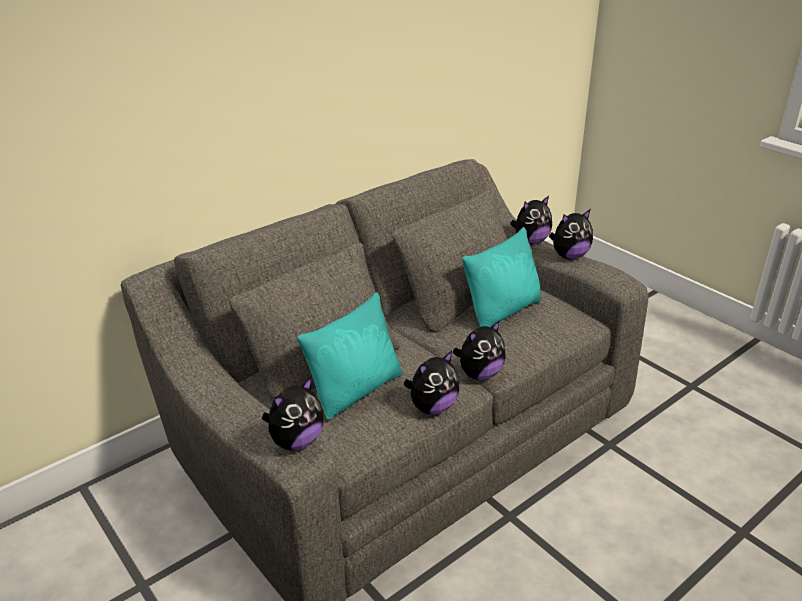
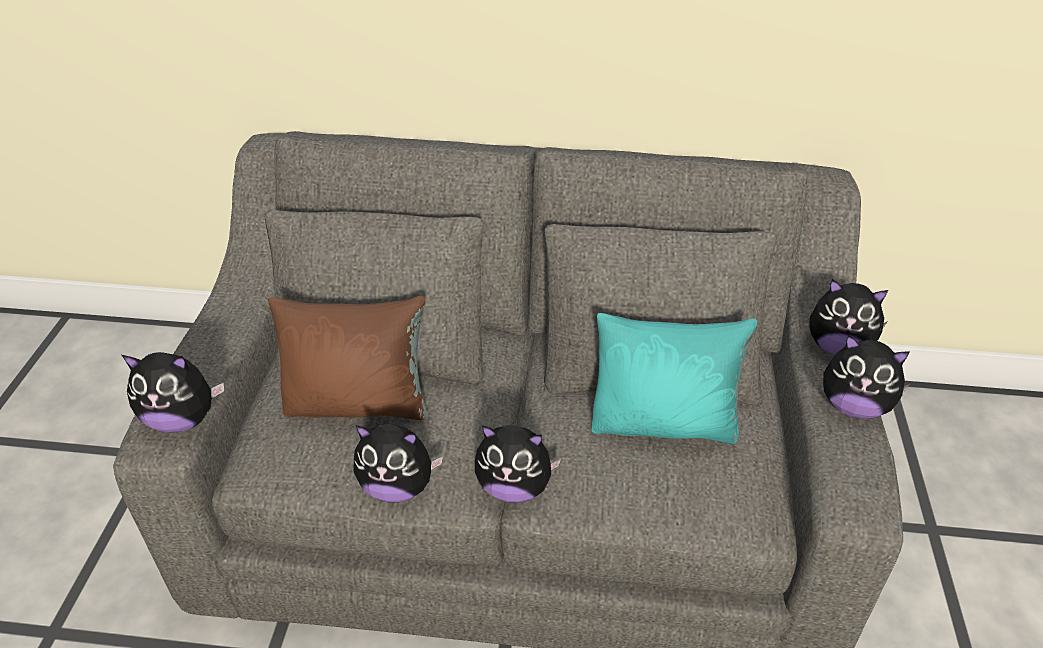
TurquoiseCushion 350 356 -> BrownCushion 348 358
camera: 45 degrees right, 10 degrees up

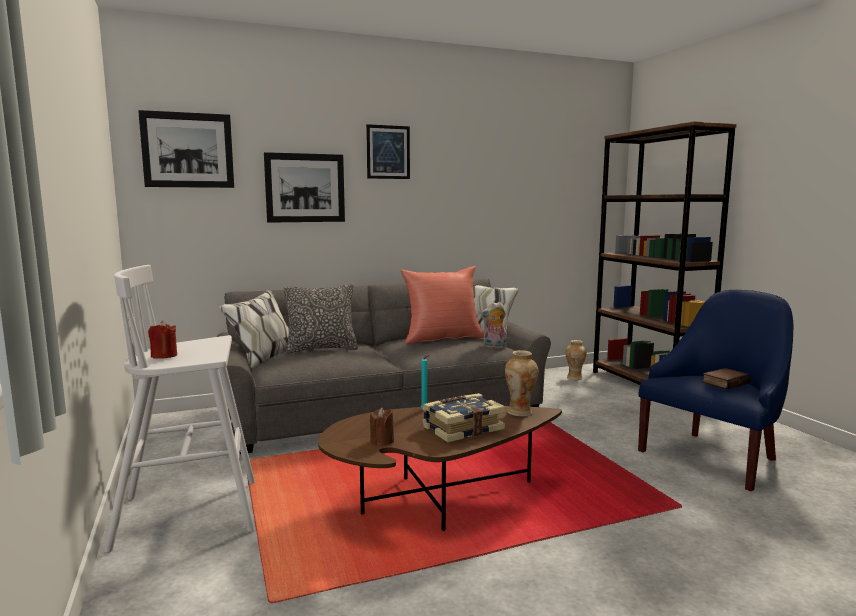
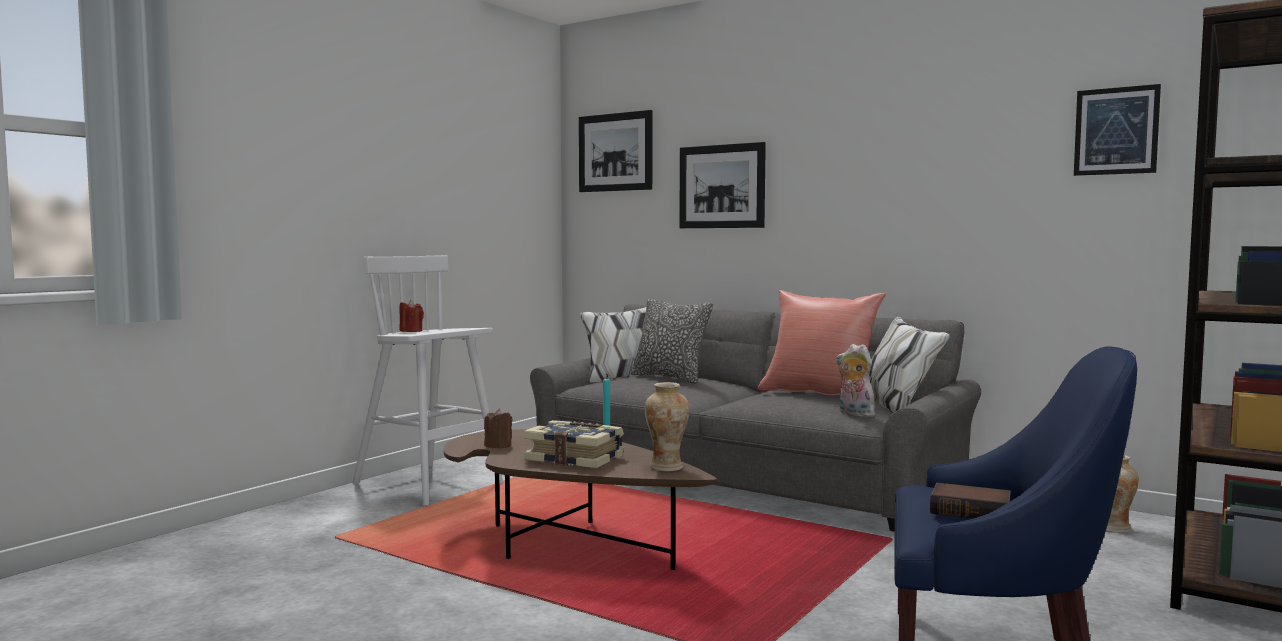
WallArt 388 151 -> WallArt 1117 130, relocated
camera: 55 degrees right, 5 degrees down

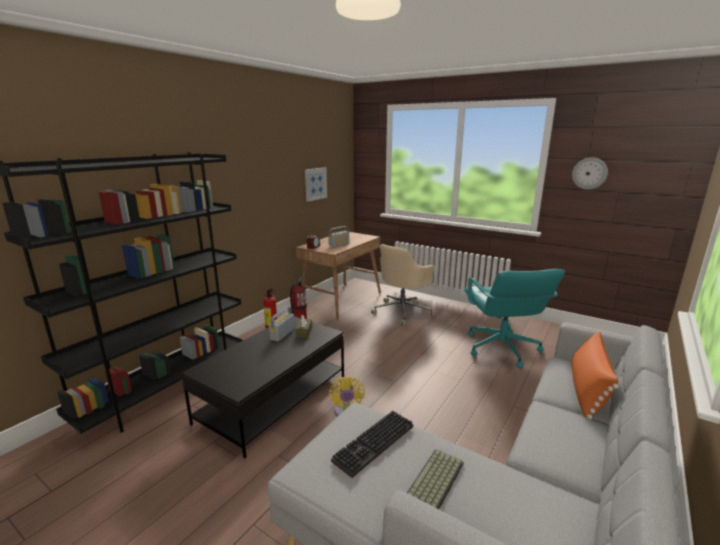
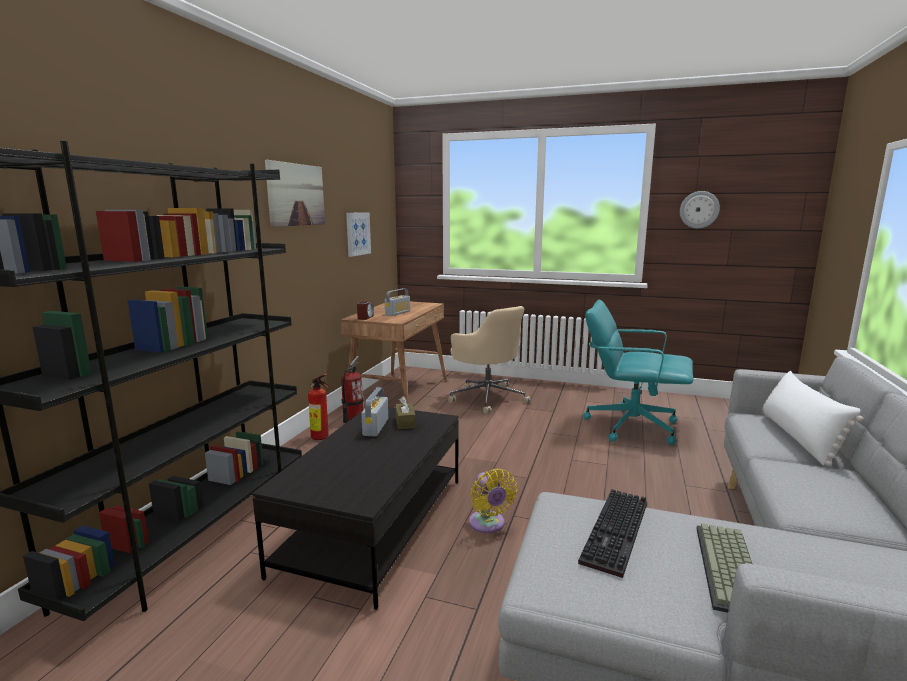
BeigeColouredDeskChair 403 285 -> BeigeColouredDeskChair 489 360, 60 degrees counterclockwise
TurquoiseDeskChair 514 318 -> TurquoiseDeskChair 638 372, 135 degrees clockwise
OrangeColouredCushion 595 375 -> WhitishCushion 813 419
none -> WallArt 295 193
camera: 15 degrees left, 5 degrees down

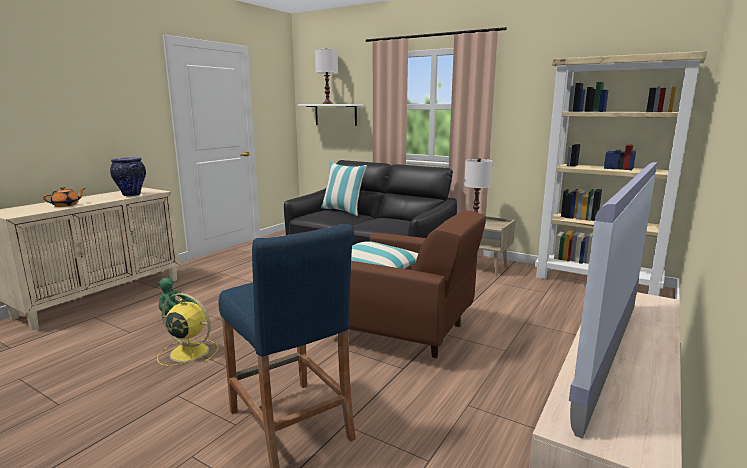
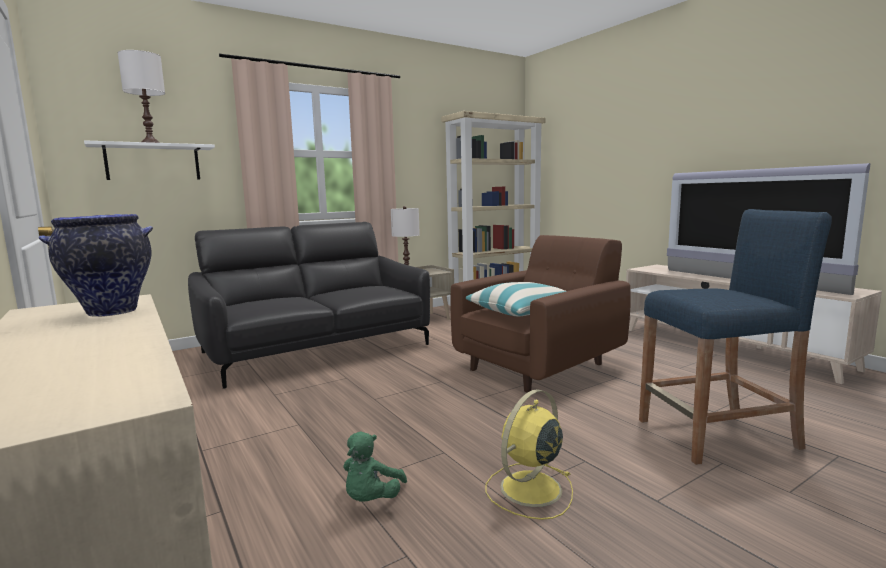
Cushion 344 189 -> none
OrangeColouredPotForTea 64 197 -> none
camera: 65 degrees left, 5 degrees down

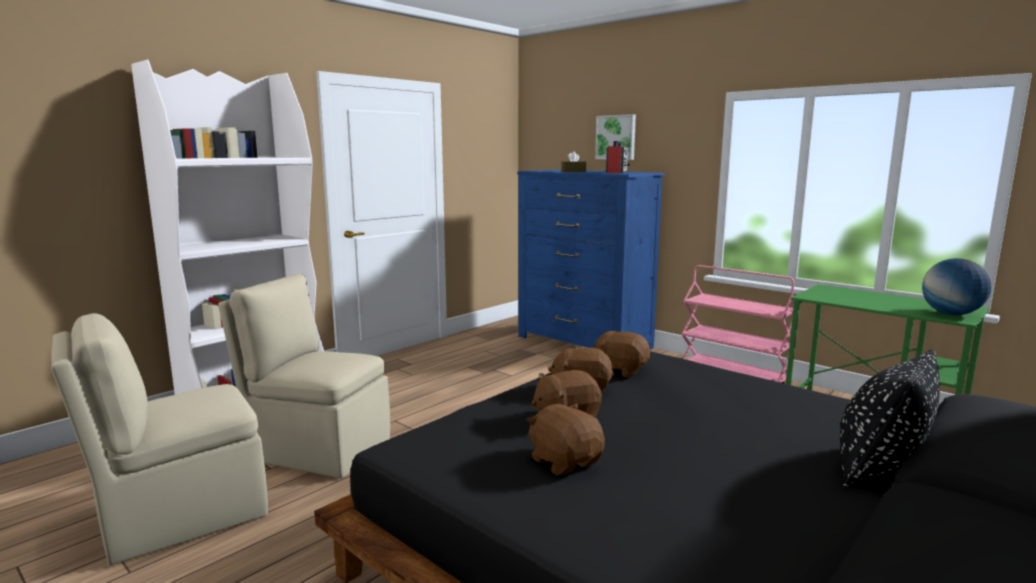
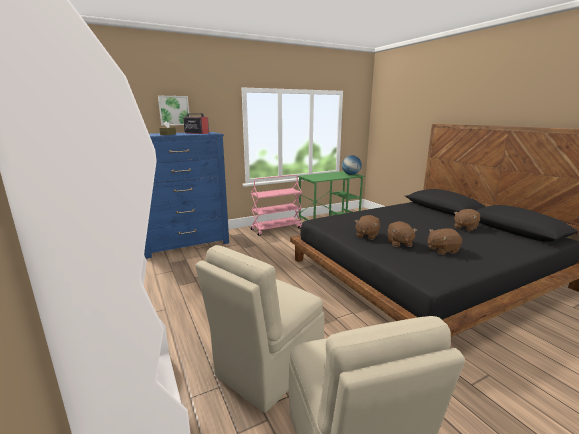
BrownSoftToy 621 353 -> BrownSoftToy 467 220, relocated
BlackColouredCushion 890 418 -> none
camera: 70 degrees left, 5 degrees up

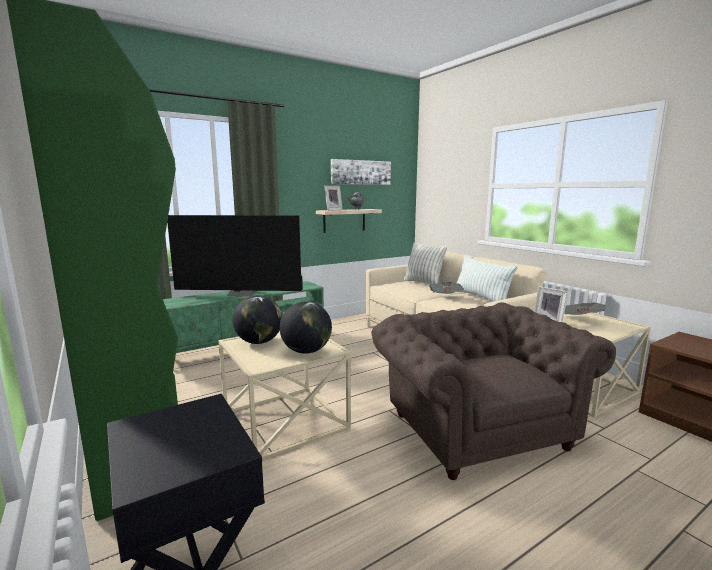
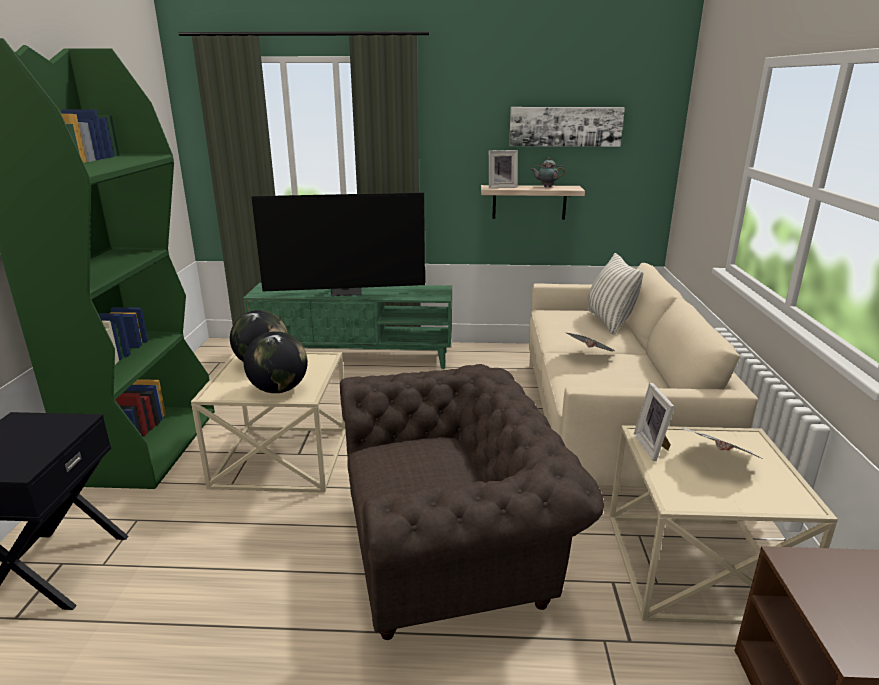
Tv 235 256 -> Tv 338 244, 45 degrees counterclockwise
Cushion 487 279 -> none
BrownArmchair 493 391 -> BrownArmchair 472 502, 60 degrees clockwise
camera: 35 degrees right, 10 degrees up

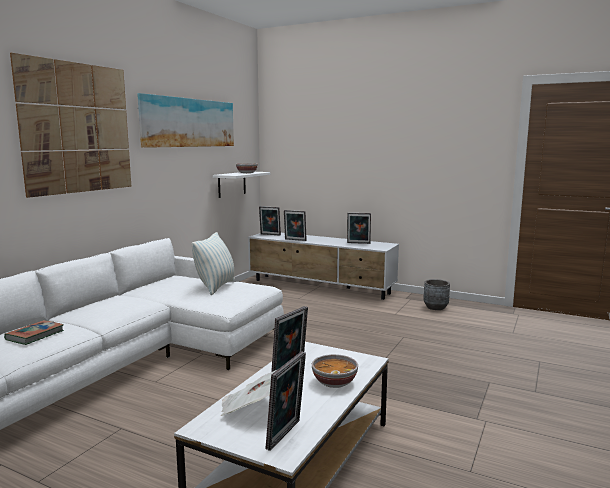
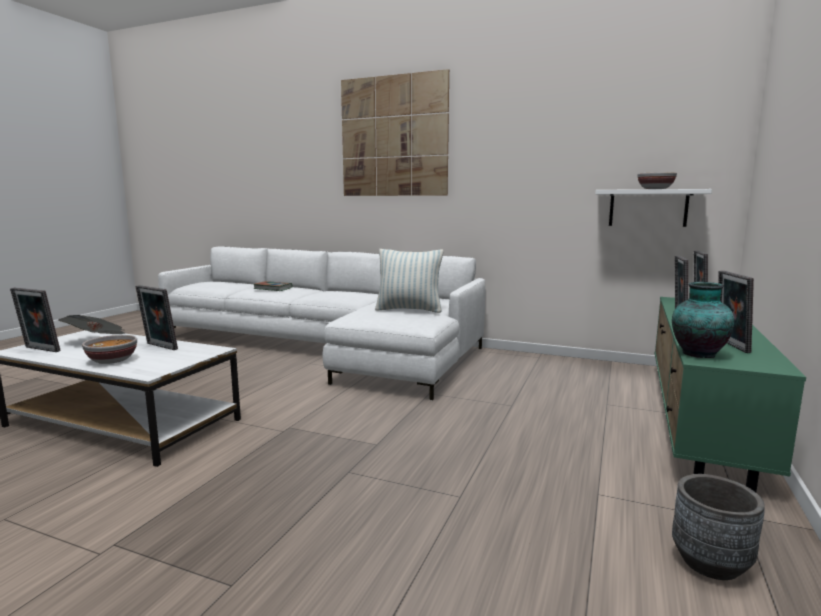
WallArt 185 120 -> none
WhitishMediaConsole 323 266 -> GreenMediaConsole 730 394
none -> FlowerVase 703 320
camera: 85 degrees right, 0 degrees up

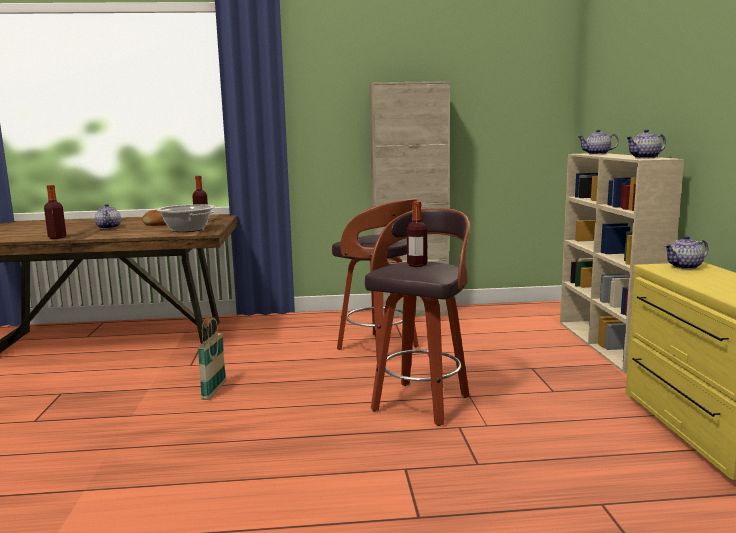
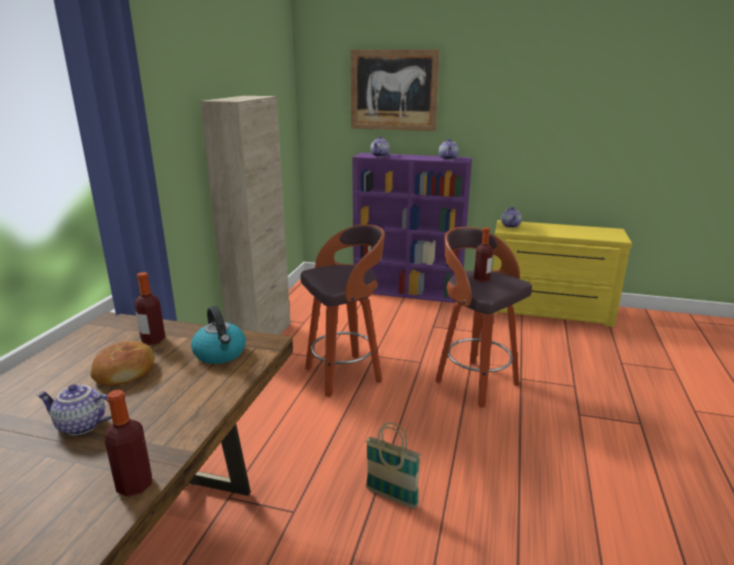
BeigeColouredShelvingUnit 622 263 -> PurplishShelvingUnit 412 228
Stockpot 185 218 -> TeaKettle 218 335
none -> WallArt 395 90
camera: 70 degrees left, 10 degrees up

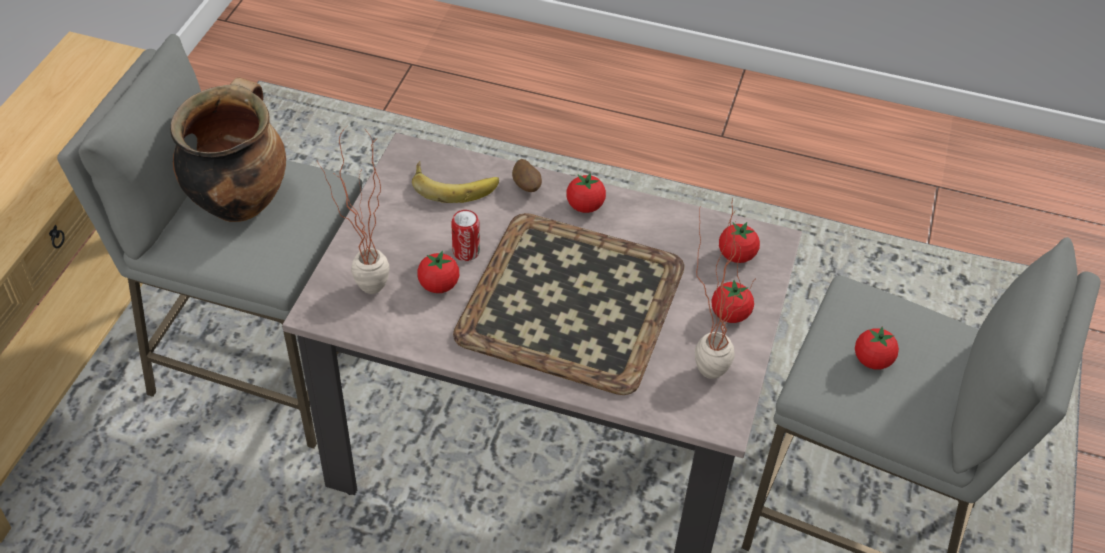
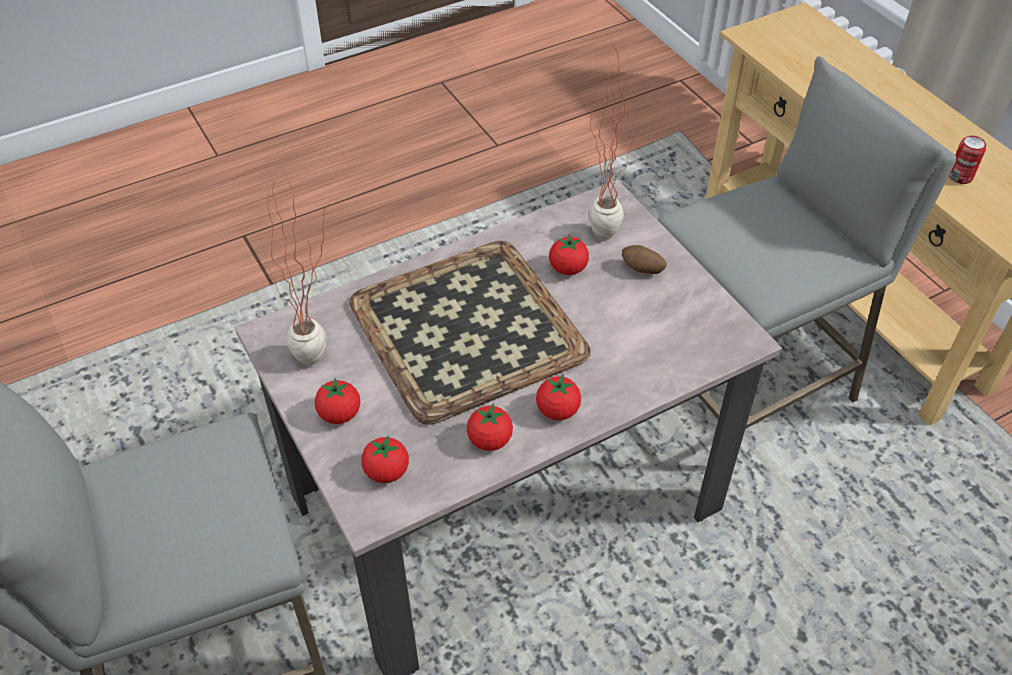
Stockpot 228 150 -> none
Potato 527 175 -> Potato 644 259, relocated
WholeBanana 455 182 -> none
MetalCan 465 235 -> MetalCan 967 160, relocated
FreshTomato 877 348 -> FreshTomato 490 427, relocated
camera: 135 degrees right, 0 degrees up

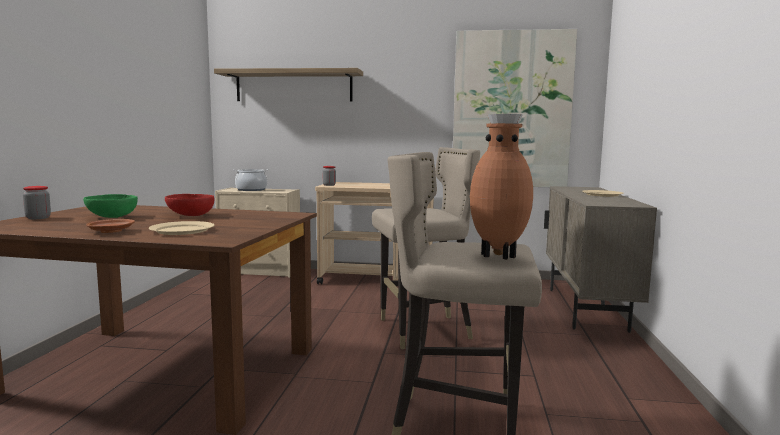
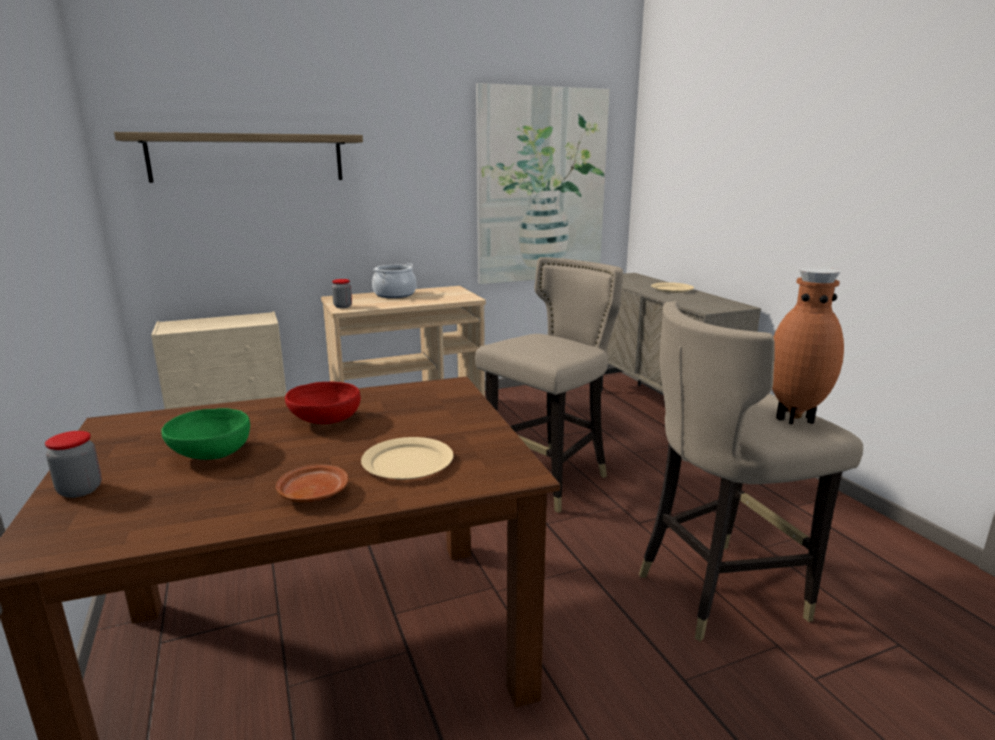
Stockpot 251 180 -> Stockpot 394 280, relocated
camera: 30 degrees left, 10 degrees up

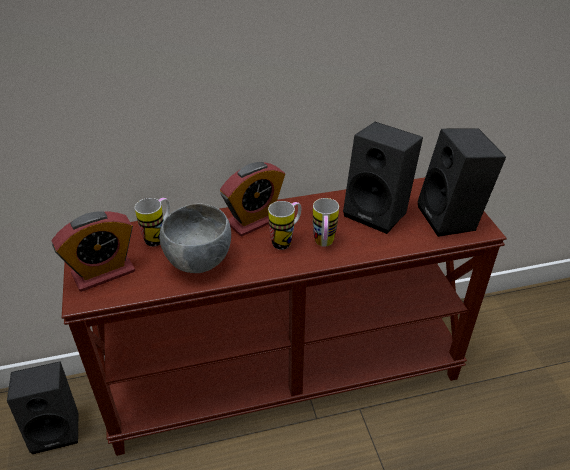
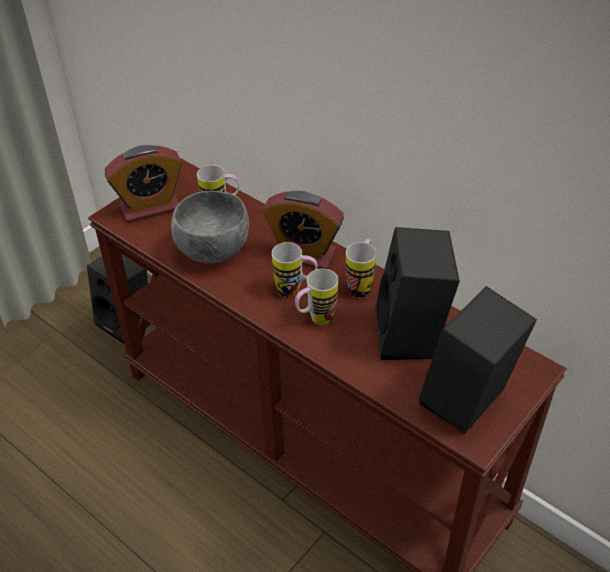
TableClock 93 251 -> TableClock 143 184, 45 degrees counterclockwise
none -> Mug 361 268
camera: 55 degrees right, 5 degrees up

